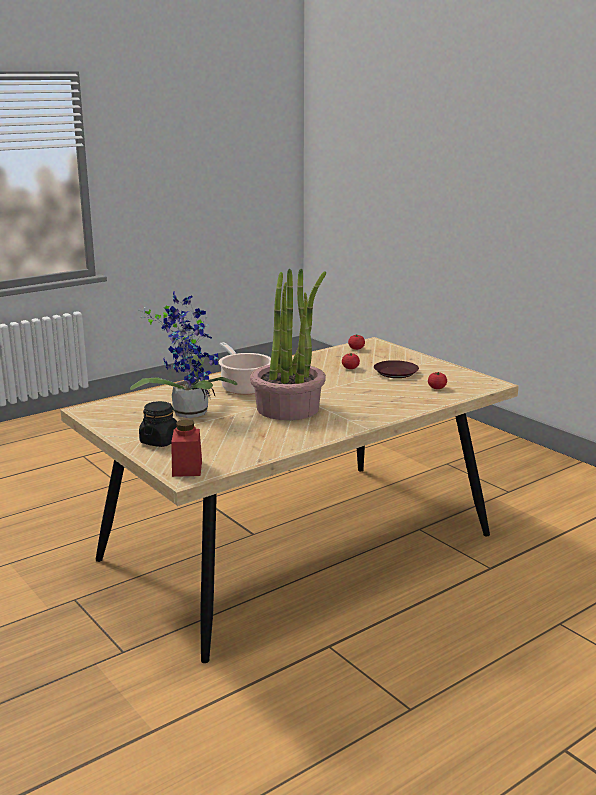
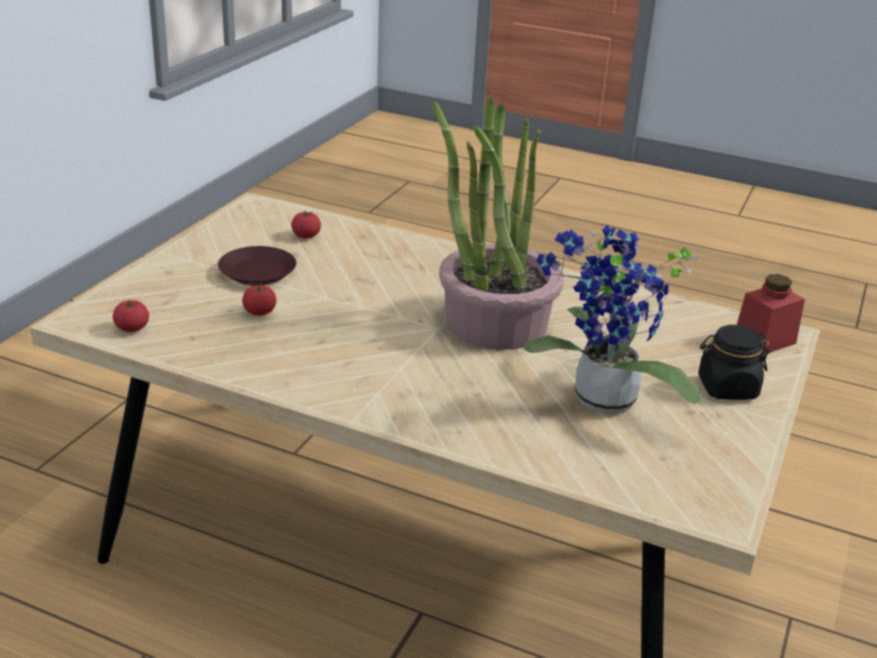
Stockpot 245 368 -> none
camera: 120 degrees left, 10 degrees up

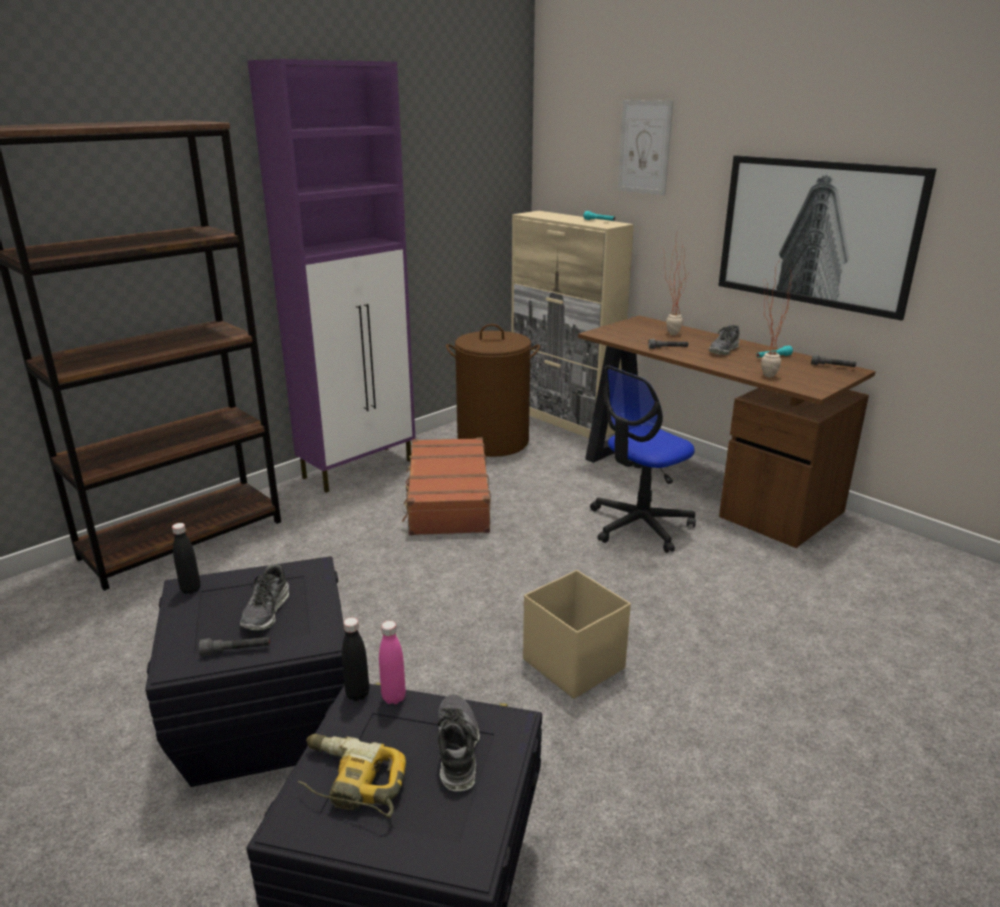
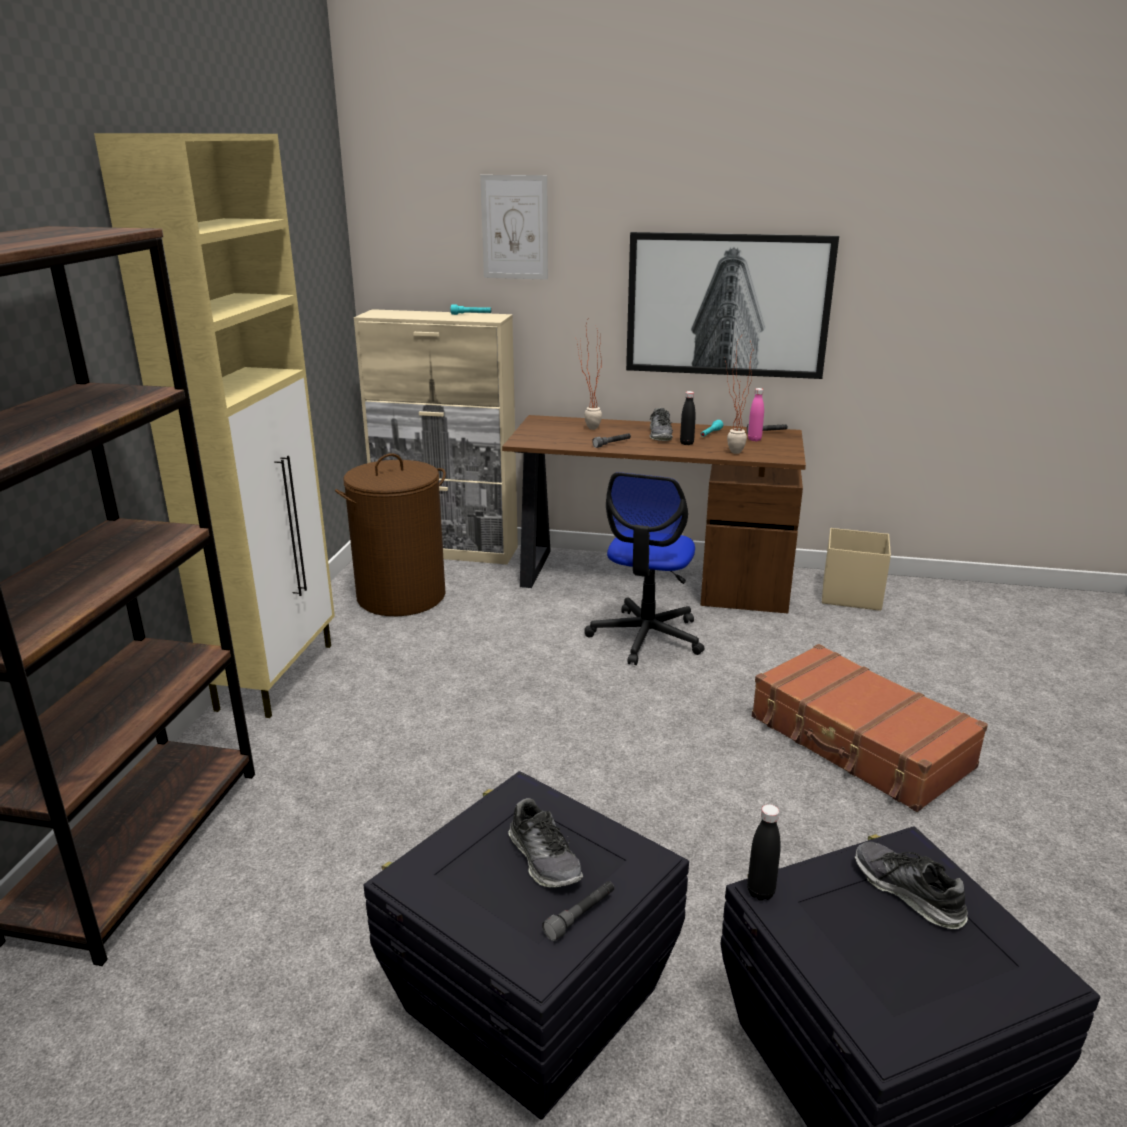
PurplishCupboard 332 276 -> BeigeColouredCupboard 214 425
BrownSuitcase 446 486 -> BrownSuitcase 870 728, relocated
BlackColouredBottle 186 558 -> BlackColouredBottle 688 418, relocated
BeigeColouredStorageContainer 577 634 -> BeigeColouredStorageContainer 856 569, relocated
PinkColouredBottle 392 662 -> PinkColouredBottle 756 414, relocated
ElectricDrill 352 776 -> none
camera: 35 degrees left, 0 degrees up

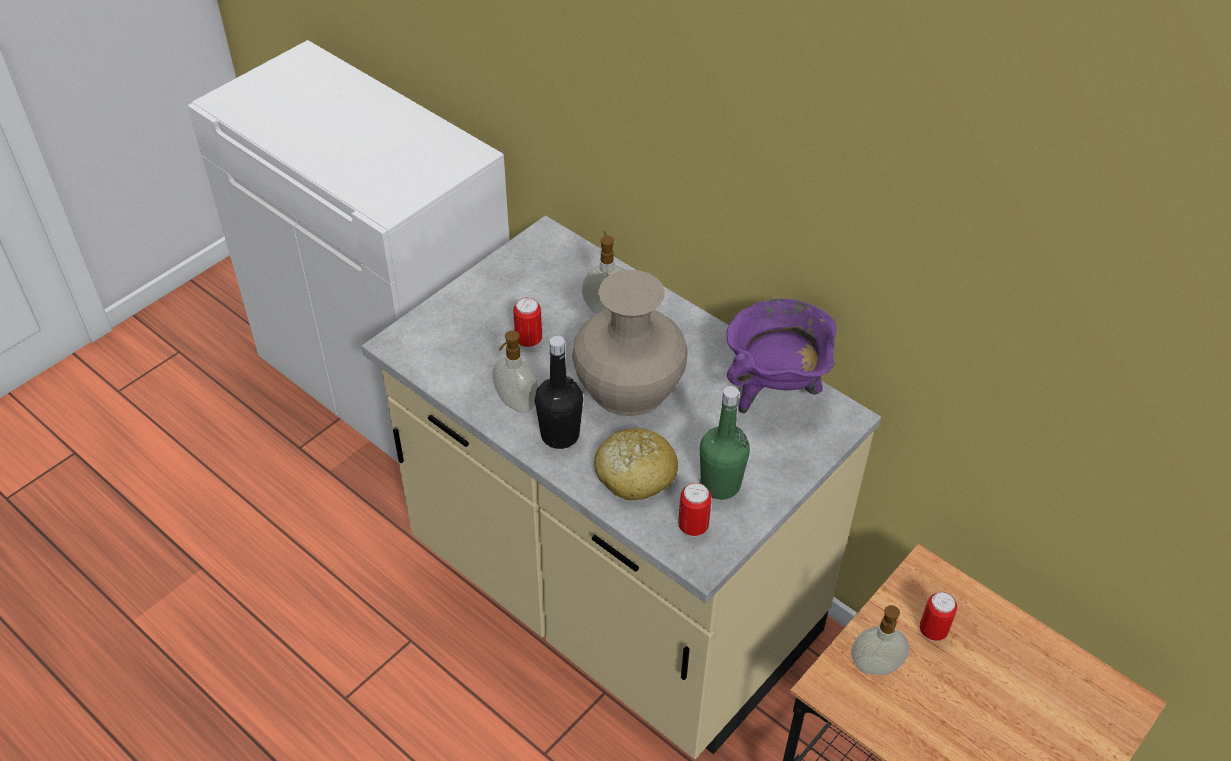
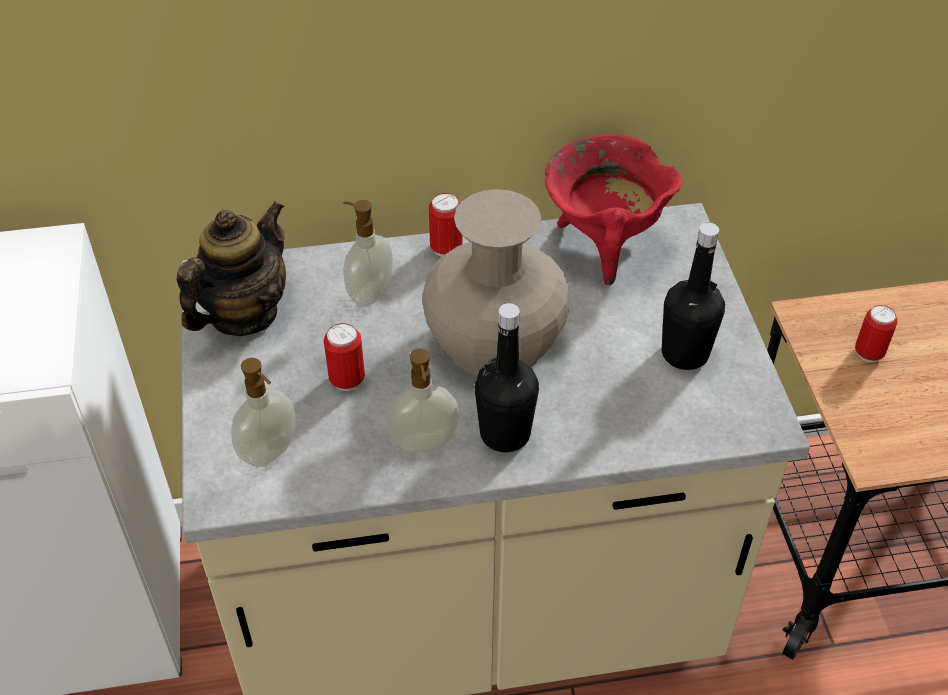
PurplishStockpot 781 356 -> ReddishStockpot 614 209
GreenBottle 725 442 -> BlackColouredBottle 693 296
BakedBread 636 464 -> none
MetalCan 694 510 -> MetalCan 446 225, relocated
LiquidSoapBottle 880 640 -> LiquidSoapBottle 263 412, relocated
none -> PotForTea 231 268
camera: 50 degrees left, 0 degrees up

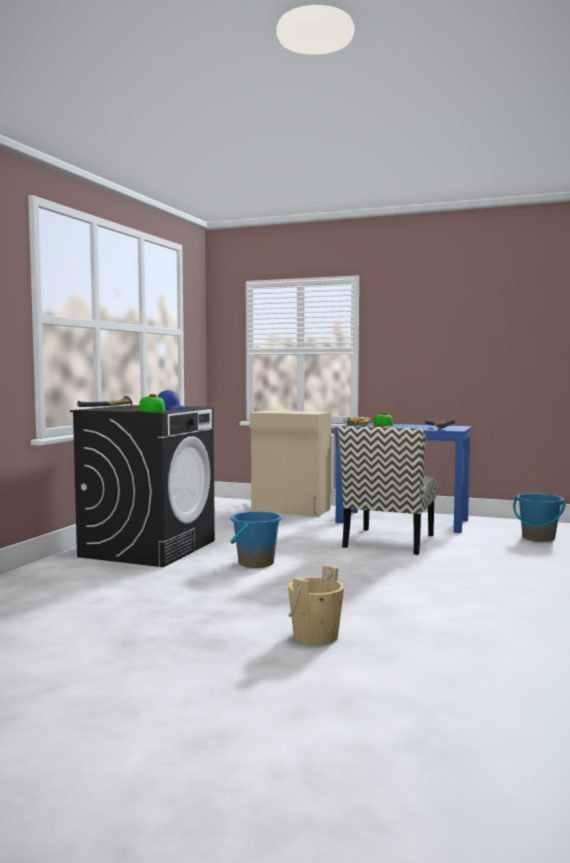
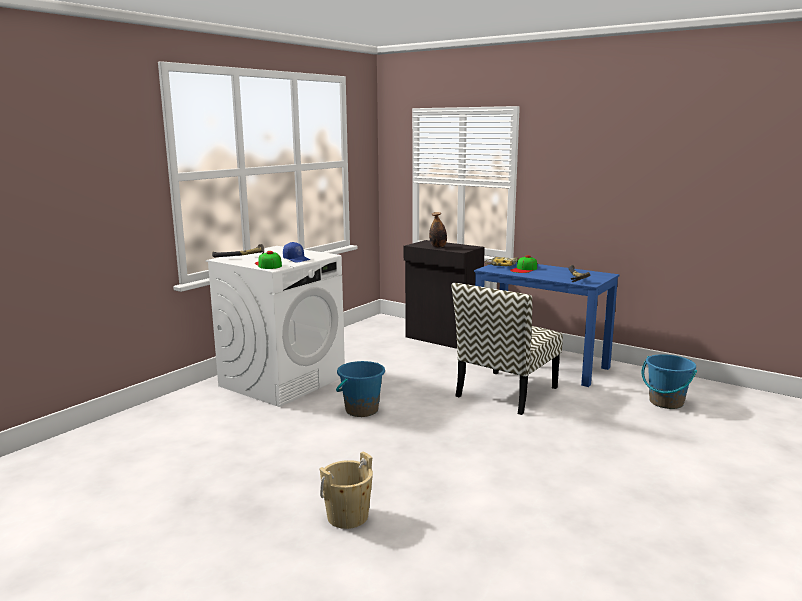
BlackColouredLaundryAppliance 142 486 -> WhitishLaundryAppliance 275 326
BeigeColouredCupboard 290 463 -> BlackColouredCupboard 444 294
none -> Bottle 438 230
camera: 15 degrees right, 10 degrees up

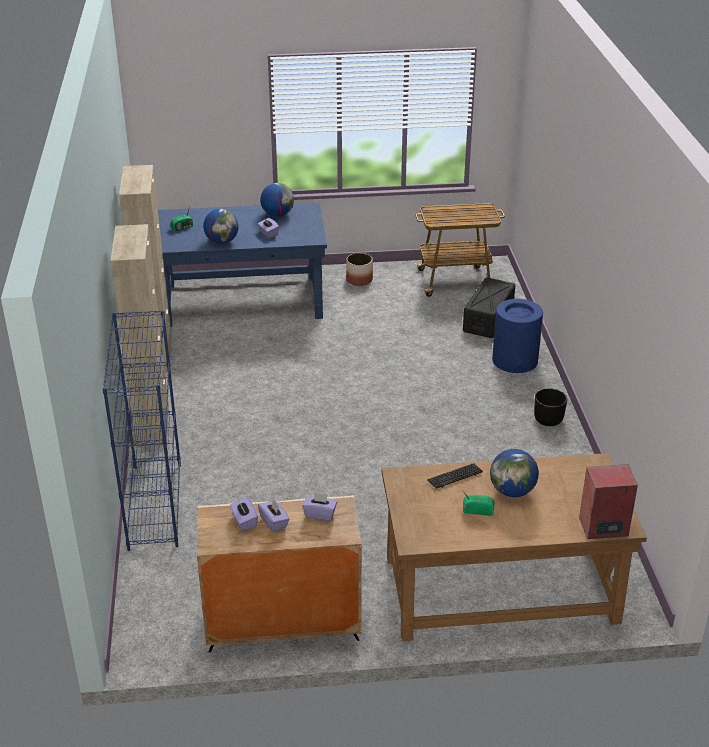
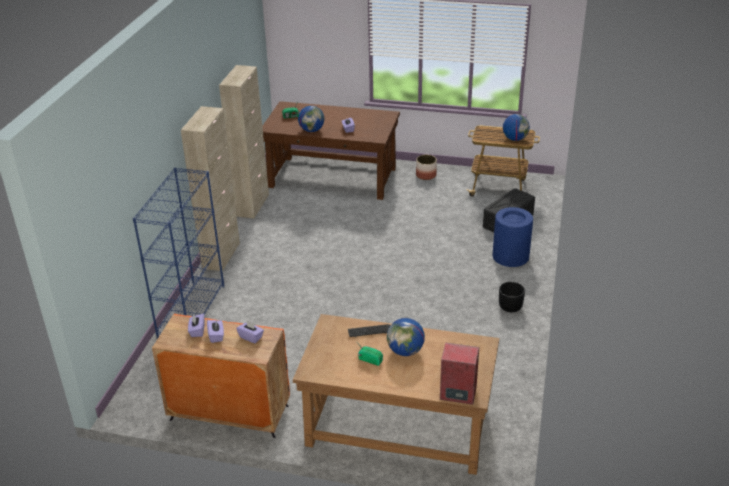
DeskGlobe 277 200 -> DeskGlobe 516 127, relocated
BlueDeskUnit 242 265 -> BrownDeskUnit 331 150
BeigeColouredCupboard 279 574 -> OrangeColouredCupboard 221 376
camera: 20 degrees right, 0 degrees up

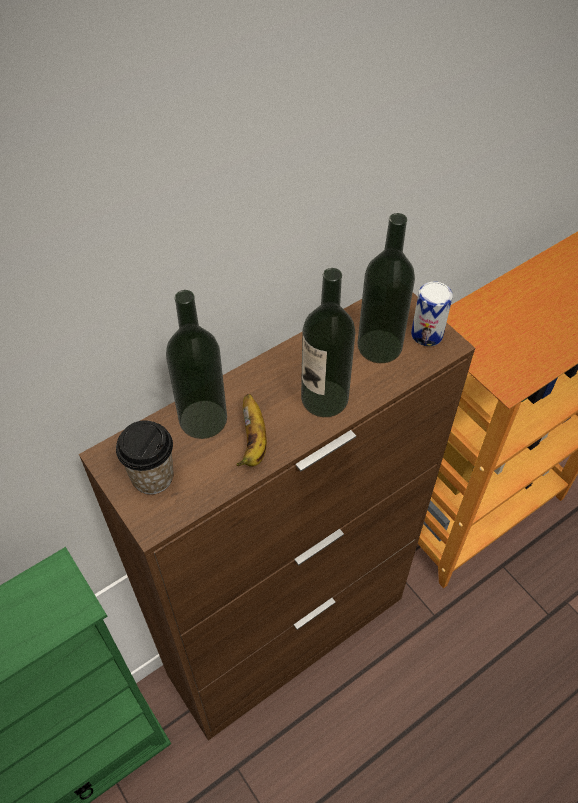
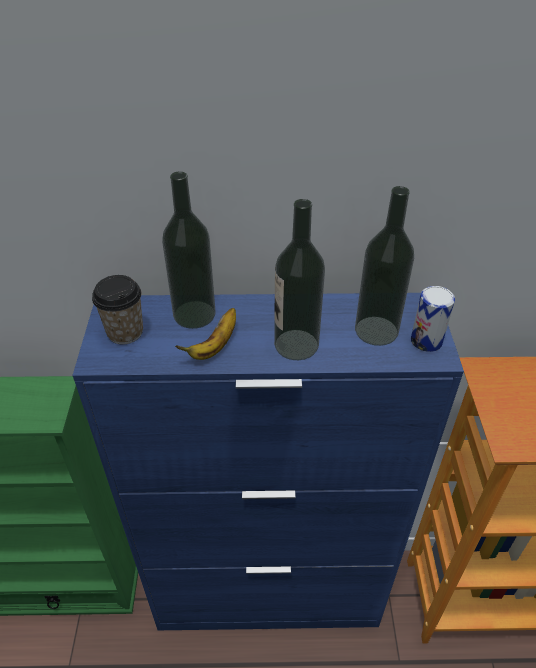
BrownCupboard 277 517 -> BlueCupboard 268 462
camera: 35 degrees right, 10 degrees down

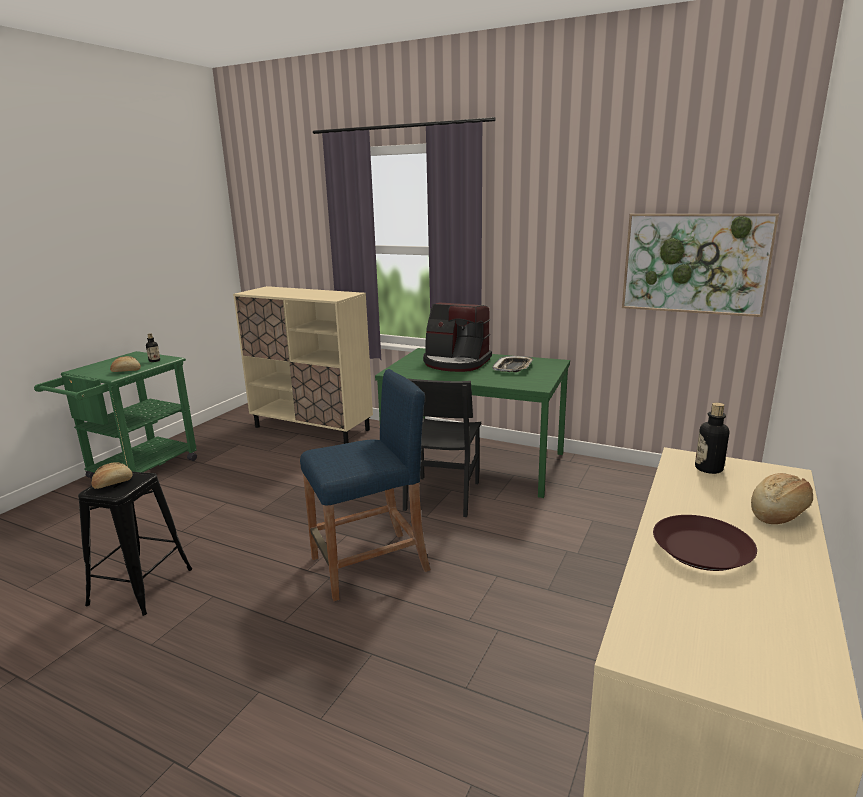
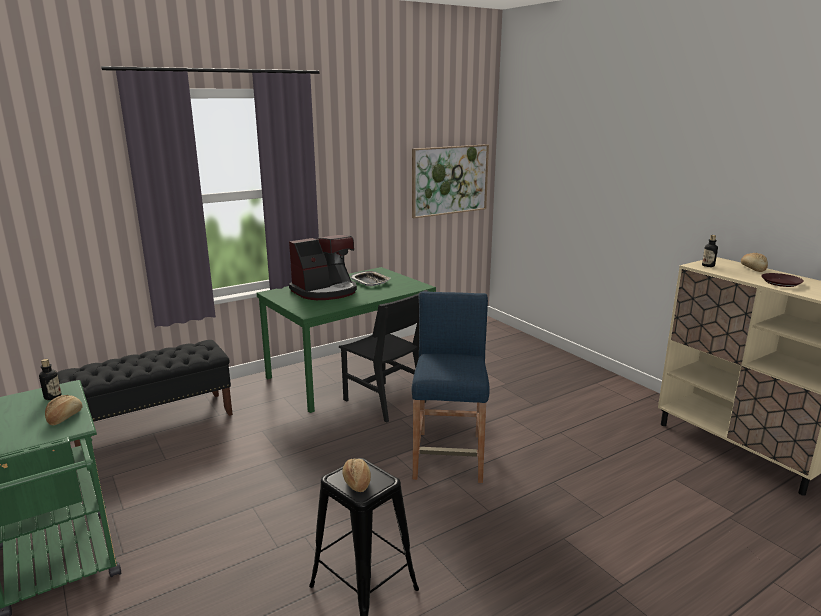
BeigeColouredCupboard 303 365 -> BlackColouredIndoorBench 145 393
camera: 60 degrees left, 0 degrees up

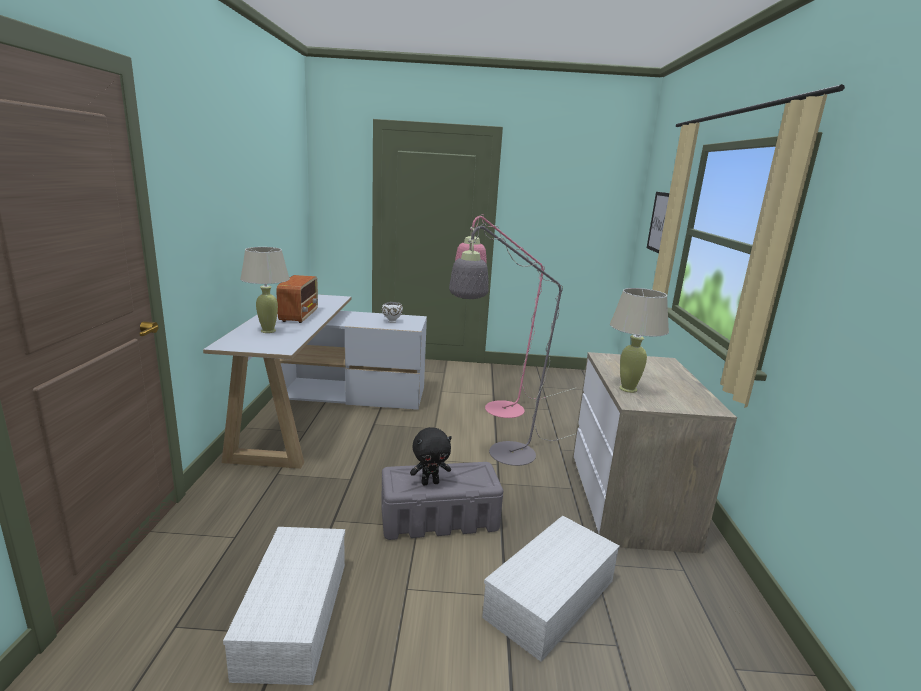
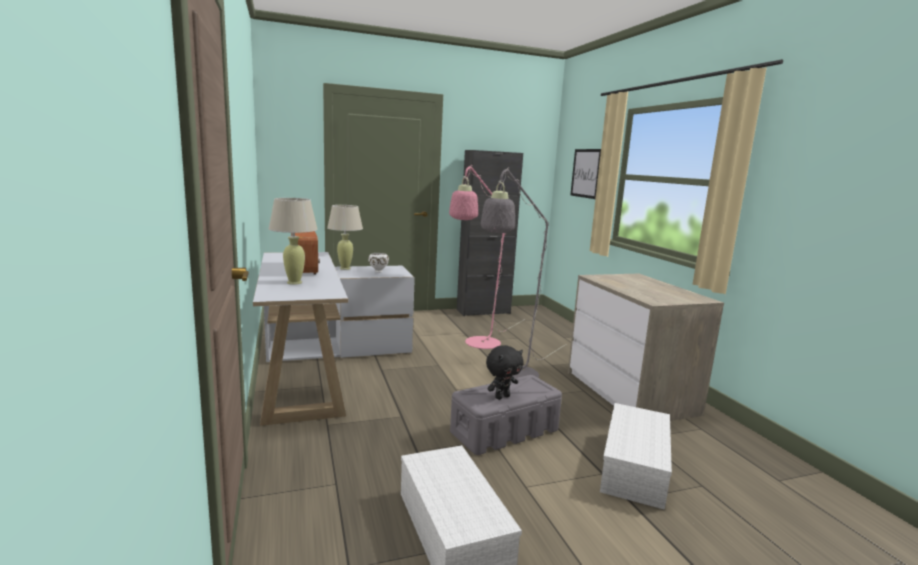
BeigeColouredTableLamp 639 340 -> BeigeColouredTableLamp 345 237, relocated
none -> BlackColouredCupboard 490 233
camera: 20 degrees left, 5 degrees down

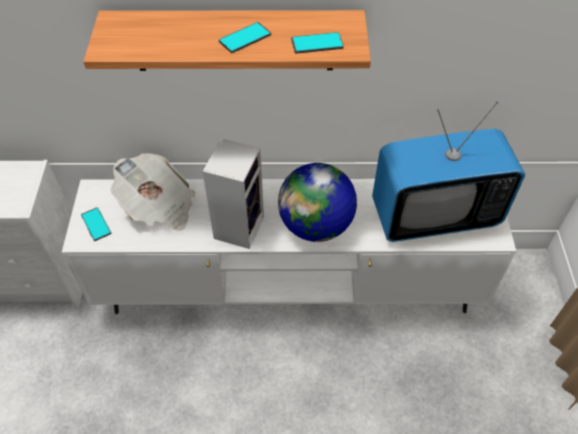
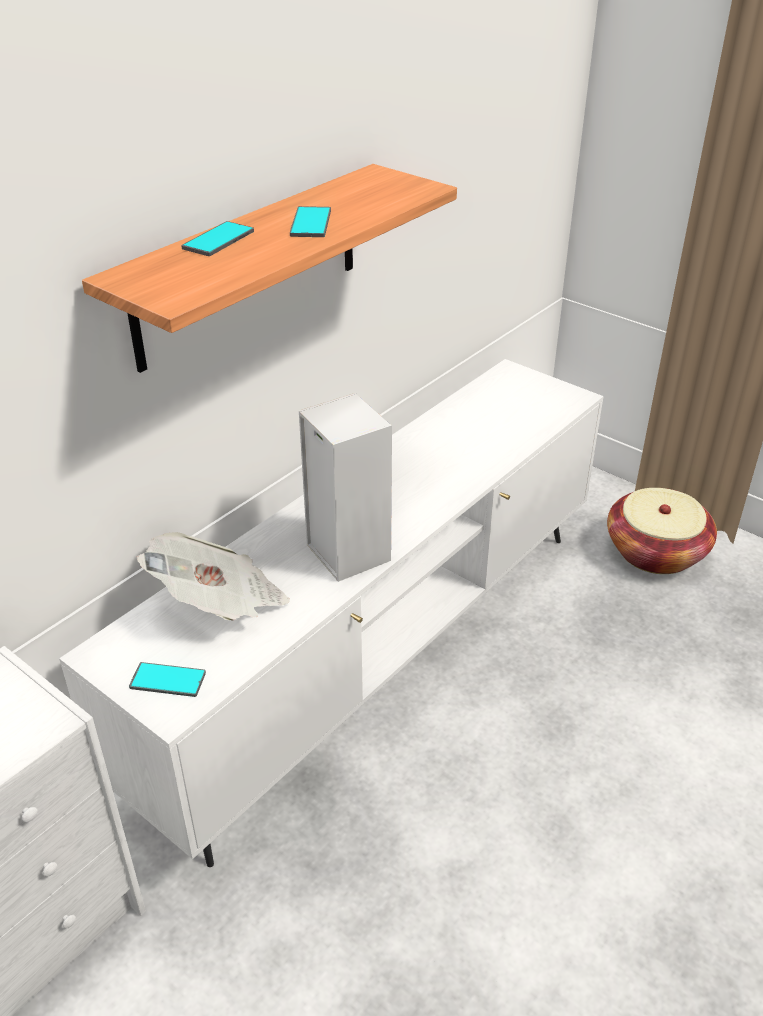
Telephone 317 43 -> Telephone 217 238, relocated
Tv 448 171 -> none
DeskGlobe 317 202 -> none
none -> HouseholdBasket 662 531
camera: 50 degrees left, 15 degrees down

